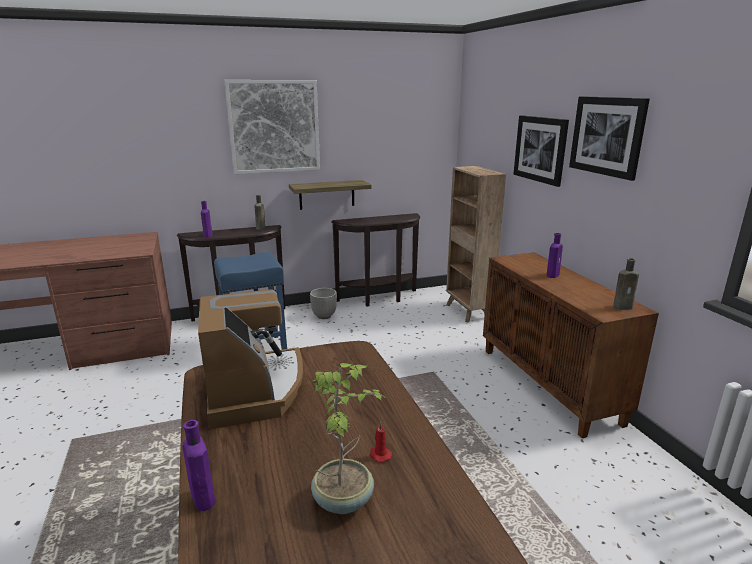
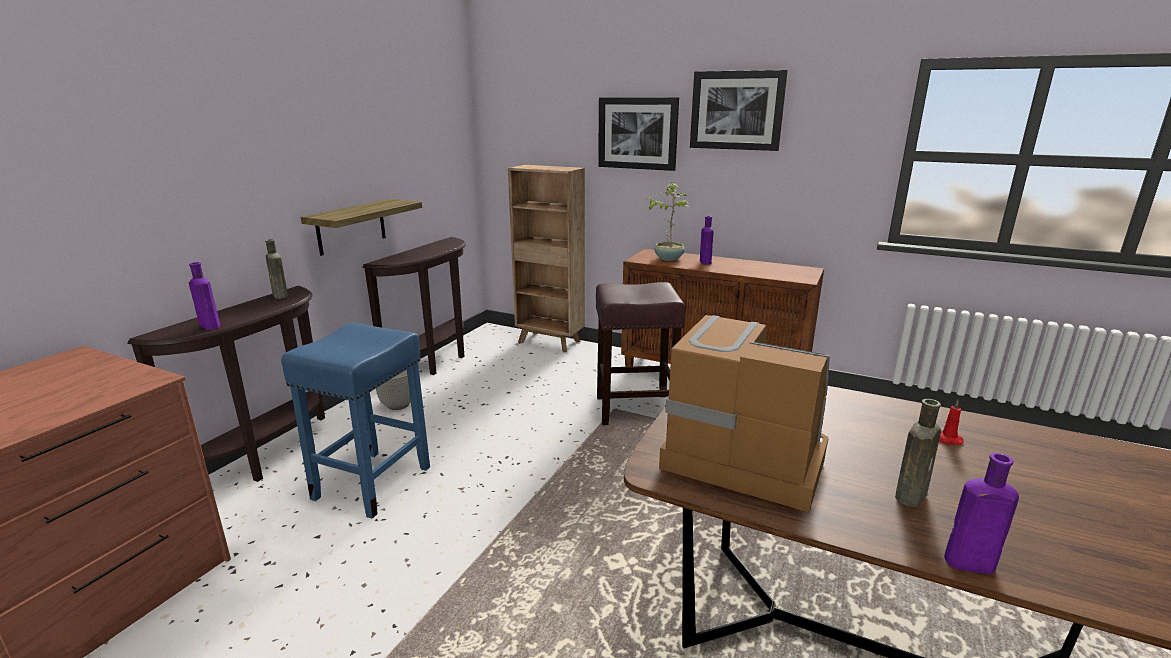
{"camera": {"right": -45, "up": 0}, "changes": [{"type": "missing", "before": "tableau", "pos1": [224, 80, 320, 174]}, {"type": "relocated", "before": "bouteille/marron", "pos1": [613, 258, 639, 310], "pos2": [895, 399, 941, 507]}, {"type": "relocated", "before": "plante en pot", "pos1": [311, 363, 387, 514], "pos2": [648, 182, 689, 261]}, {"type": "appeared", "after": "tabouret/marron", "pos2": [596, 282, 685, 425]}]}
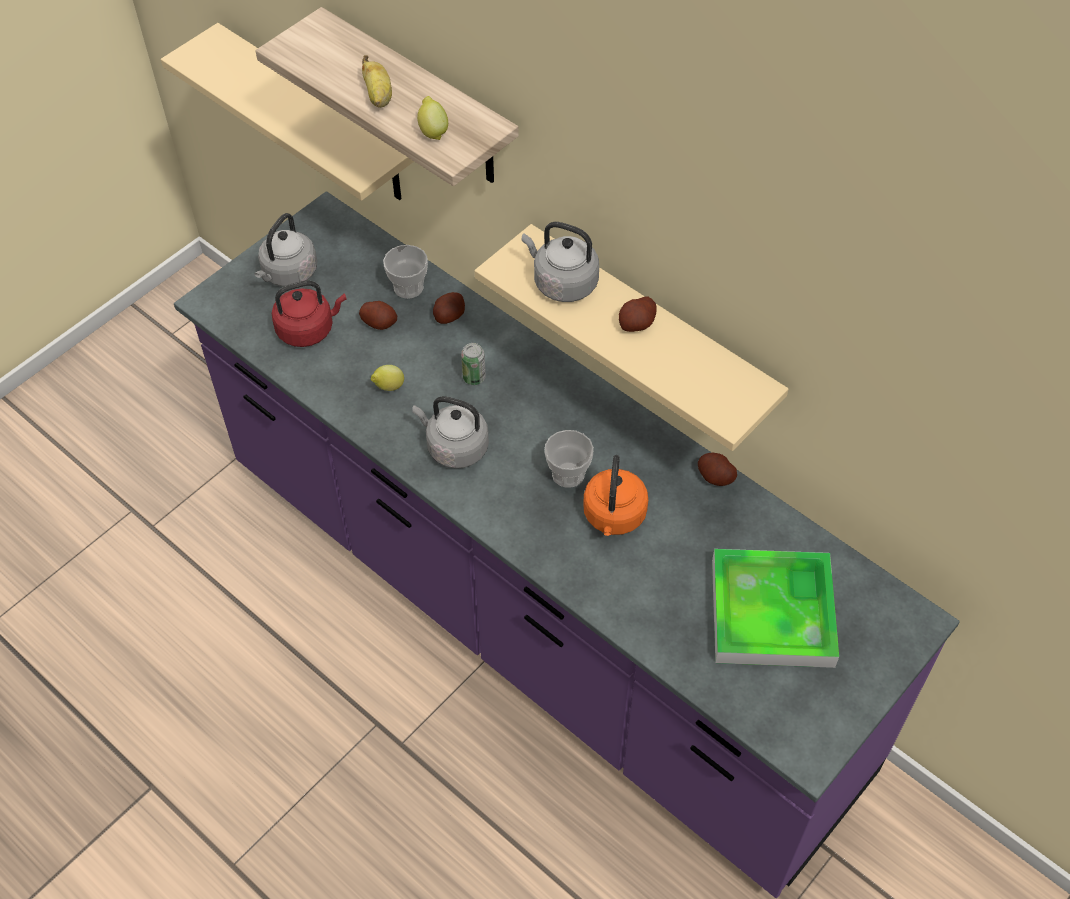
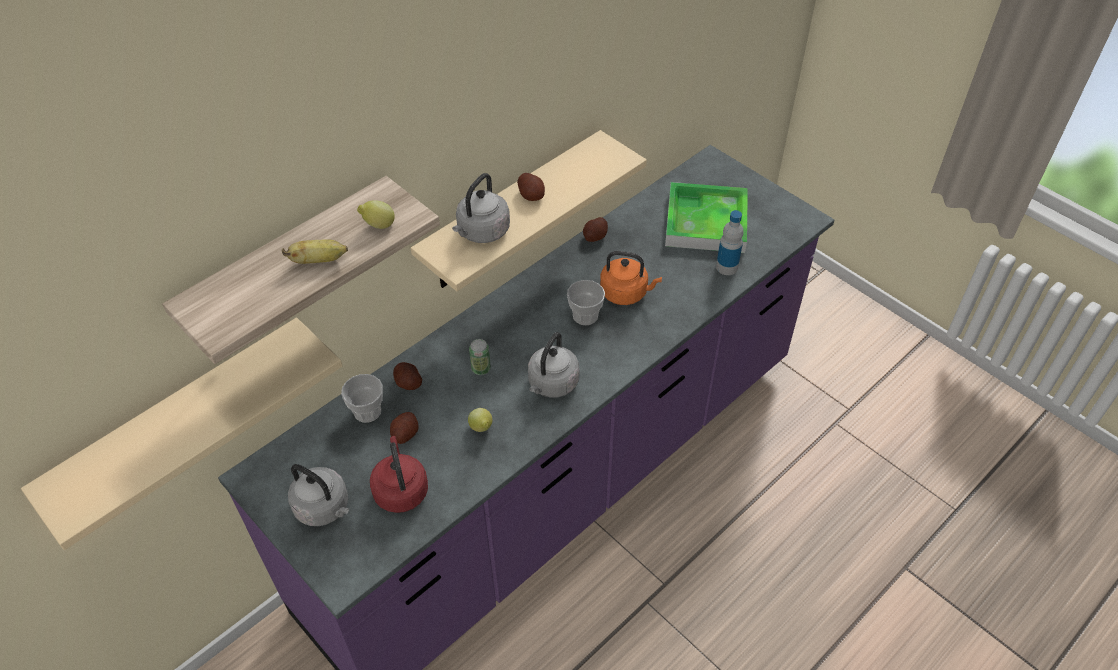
{"camera": {"right": -85, "up": -5}, "changes": [{"type": "appeared", "after": "bouteille", "pos2": [716, 210, 743, 275]}]}
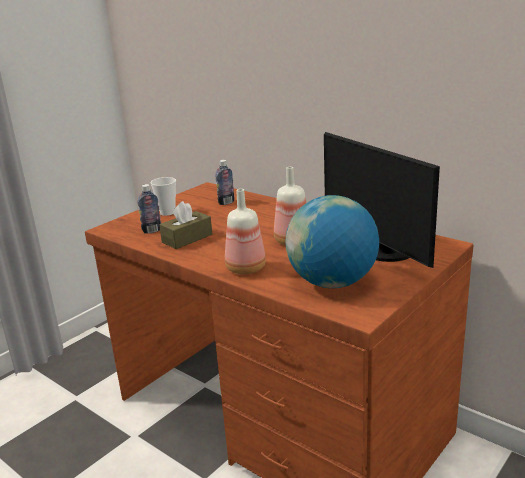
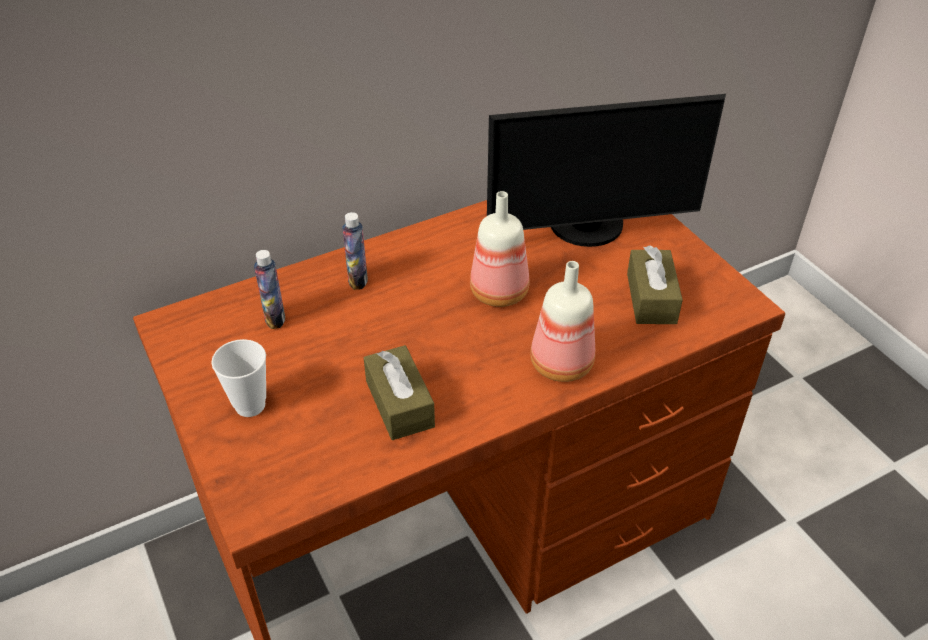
{"camera": {"right": -70, "up": 20}, "changes": [{"type": "relocated", "before": "bouteille", "pos1": [138, 184, 162, 233], "pos2": [342, 212, 368, 290]}, {"type": "exchanged", "before": "globe", "after": "boîte à mouchoirs/marron", "pos1": [285, 195, 379, 288], "pos2": [627, 245, 683, 324]}]}
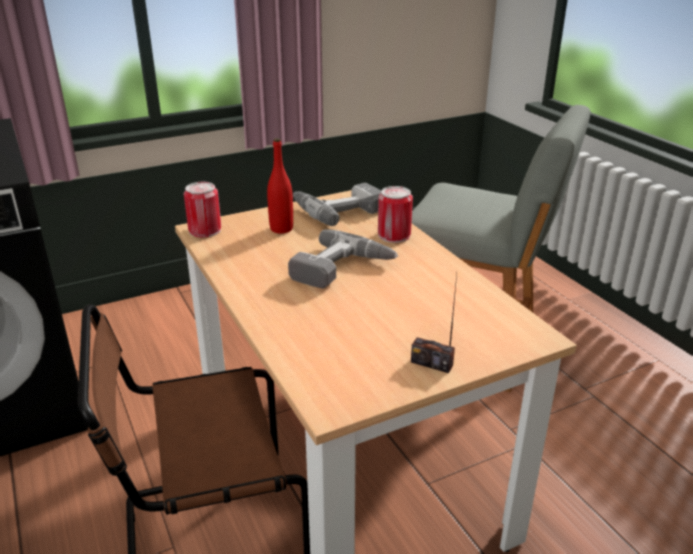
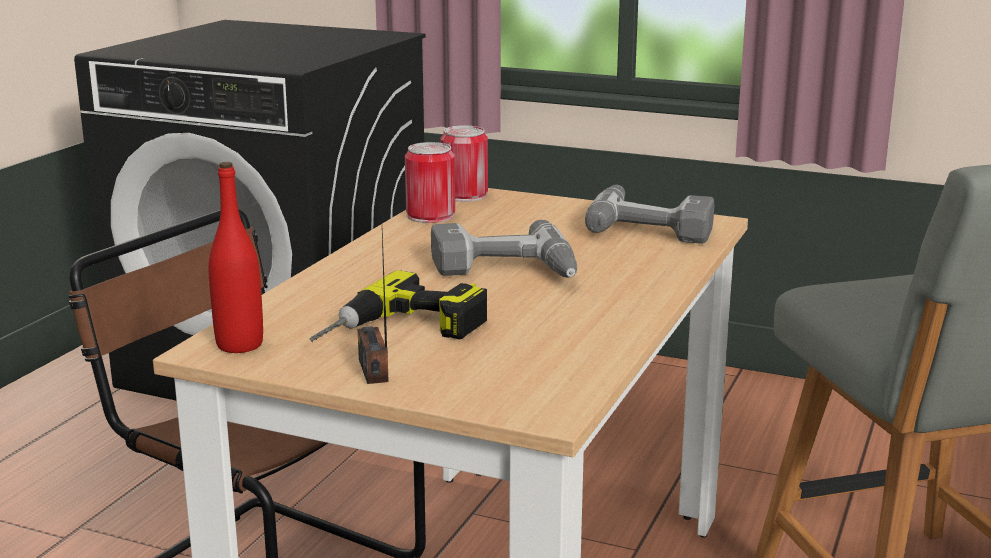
{"camera": {"right": 50, "up": -10}, "changes": [{"type": "relocated", "before": "bouteille/rouge", "pos1": [267, 138, 293, 233], "pos2": [208, 162, 263, 353]}, {"type": "relocated", "before": "boîte métallique", "pos1": [378, 186, 413, 243], "pos2": [405, 142, 455, 223]}, {"type": "appeared", "after": "perceuse", "pos2": [310, 270, 487, 342]}]}
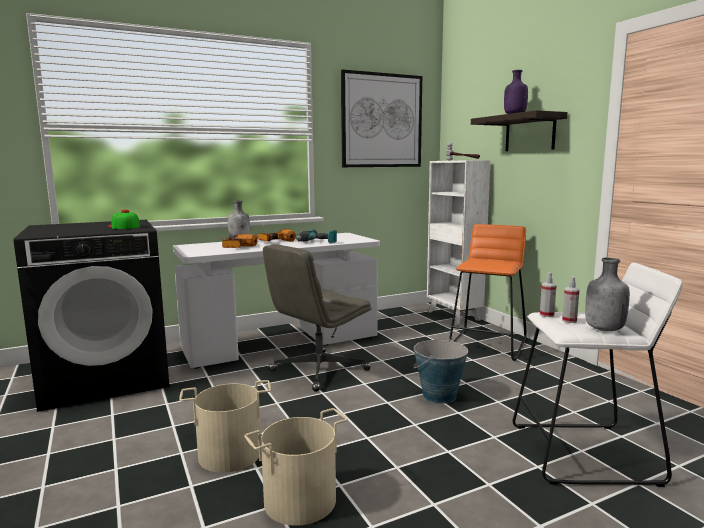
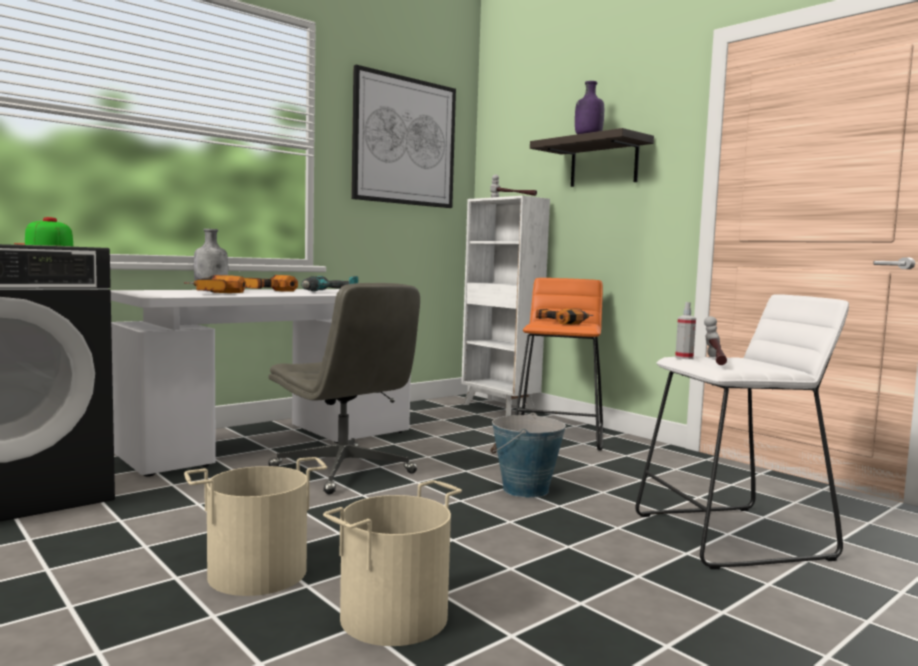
{"camera": {"right": -15, "up": -5}, "changes": [{"type": "spun", "before": "chaise de bureau/gris", "pos1": [263, 244, 371, 392], "pos2": [268, 283, 420, 495], "turn": -75}, {"type": "missing", "before": "bouteille/gris", "pos1": [585, 258, 630, 331]}, {"type": "exchanged", "before": "vaporisateur", "after": "marteau", "pos1": [562, 276, 580, 323], "pos2": [704, 316, 727, 365]}, {"type": "appeared", "after": "perceuse", "pos2": [536, 308, 593, 325]}]}
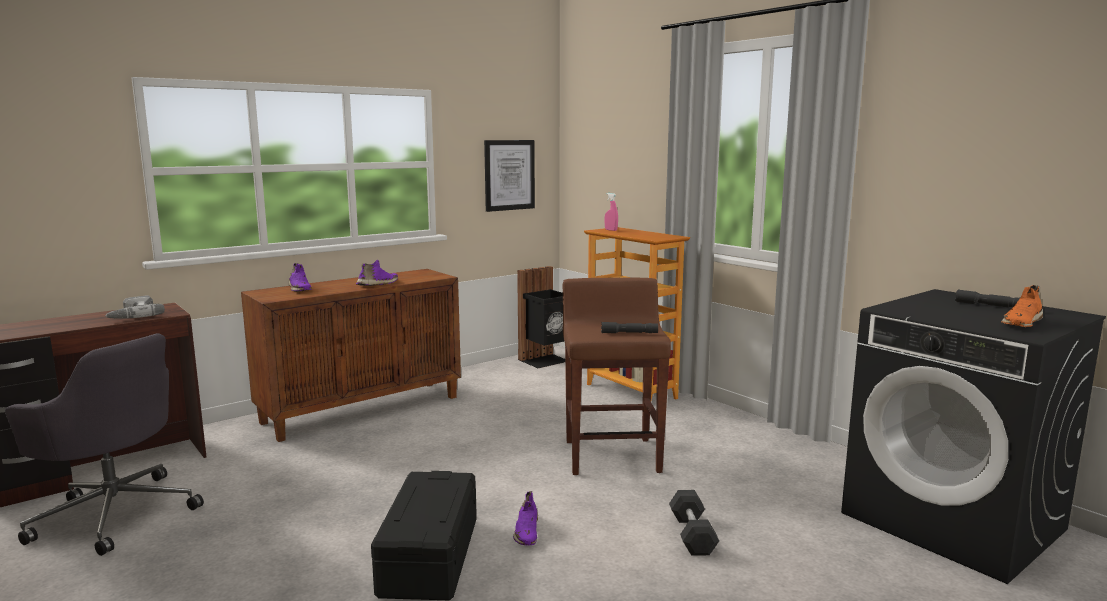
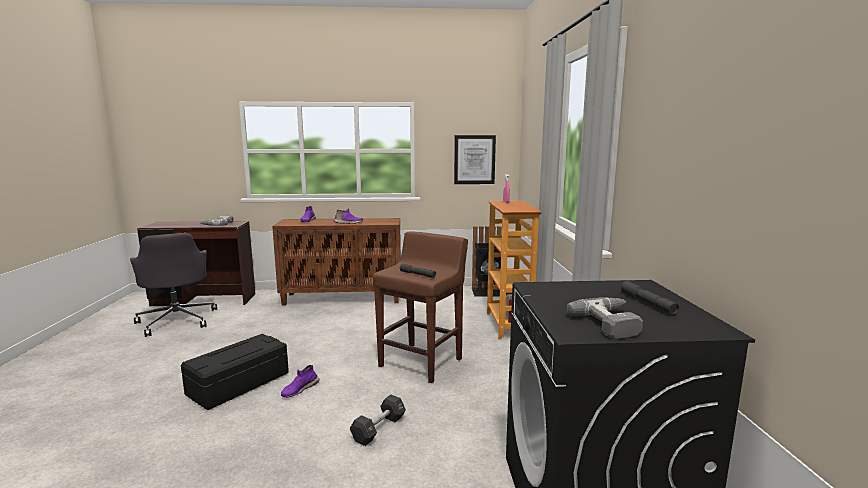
{"camera": {"right": 35, "up": 0}, "changes": [{"type": "exchanged", "before": "chaussure/orange", "after": "perceuse", "pos1": [1001, 285, 1043, 327], "pos2": [567, 297, 643, 339]}]}
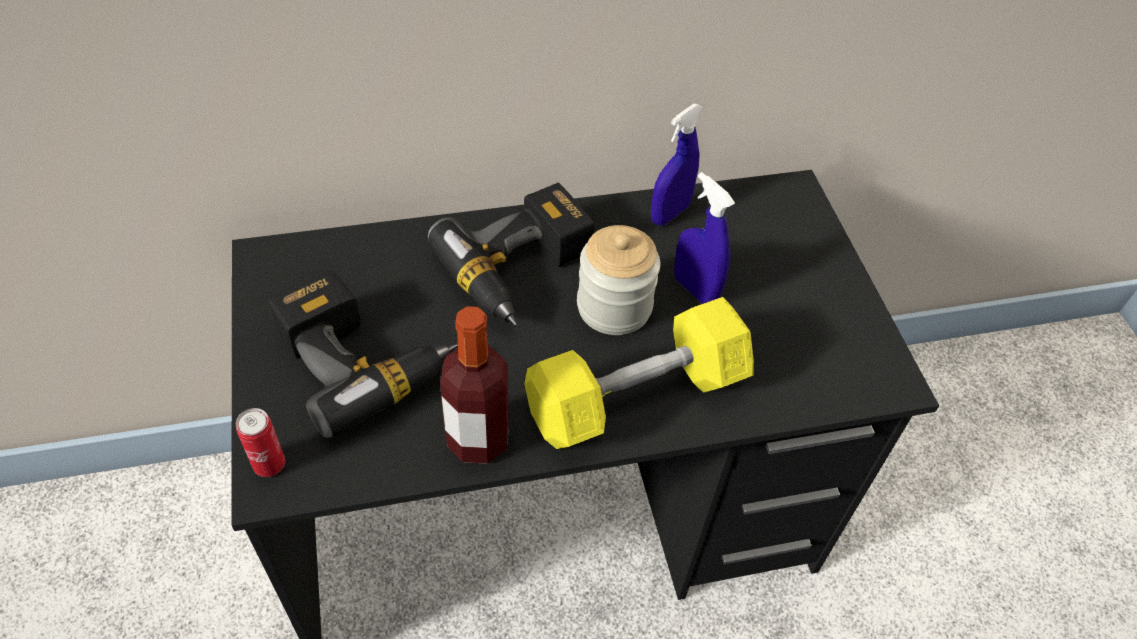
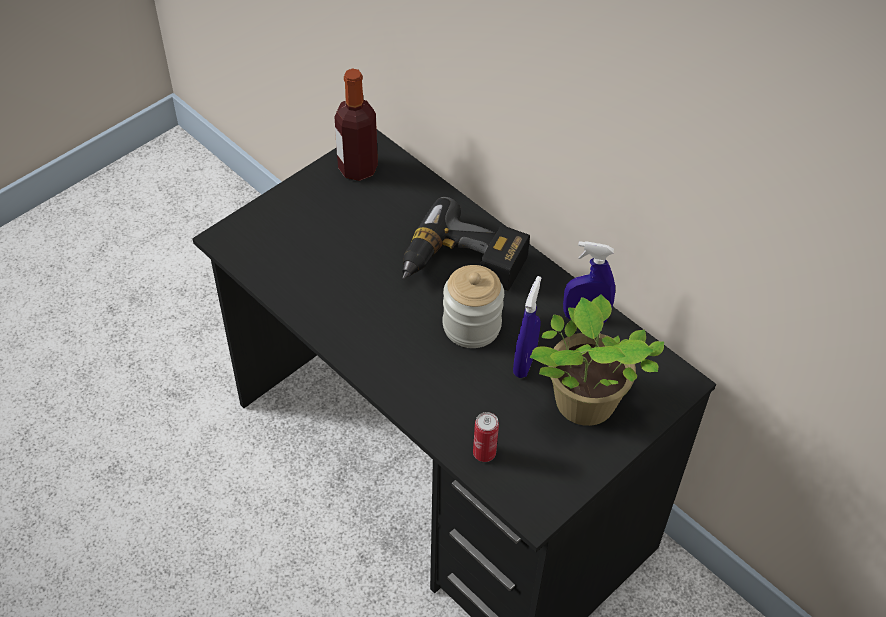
{"camera": {"right": 60, "up": 0}, "changes": [{"type": "missing", "before": "perceuse", "pos1": [268, 271, 458, 438]}, {"type": "missing", "before": "haltère/jaune", "pos1": [524, 297, 754, 449]}, {"type": "relocated", "before": "bouteille", "pos1": [440, 306, 509, 464], "pos2": [334, 68, 378, 181]}, {"type": "relocated", "before": "boîte métallique", "pos1": [236, 408, 285, 477], "pos2": [473, 412, 499, 462]}, {"type": "appeared", "after": "plante en pot", "pos2": [530, 294, 664, 426]}]}
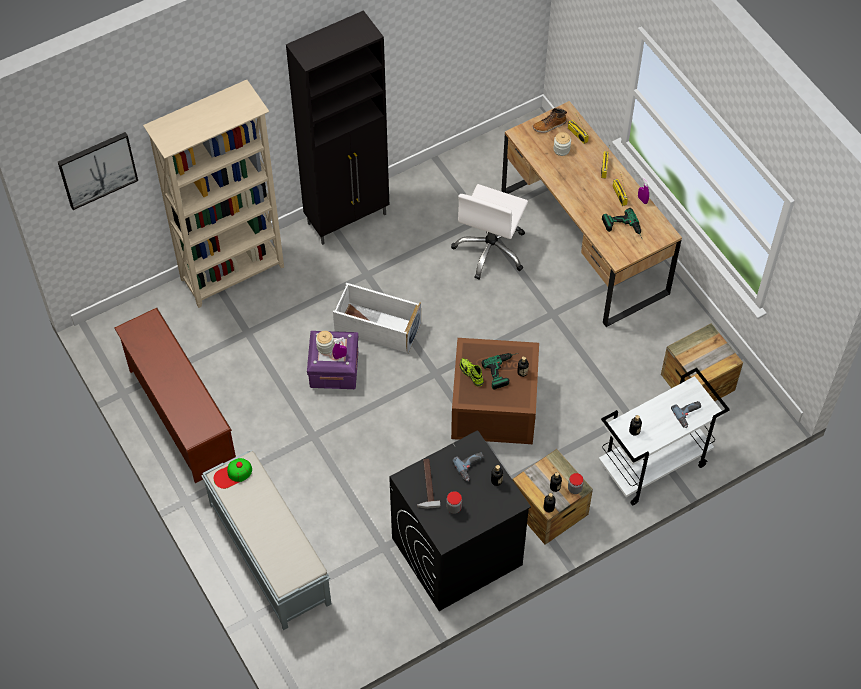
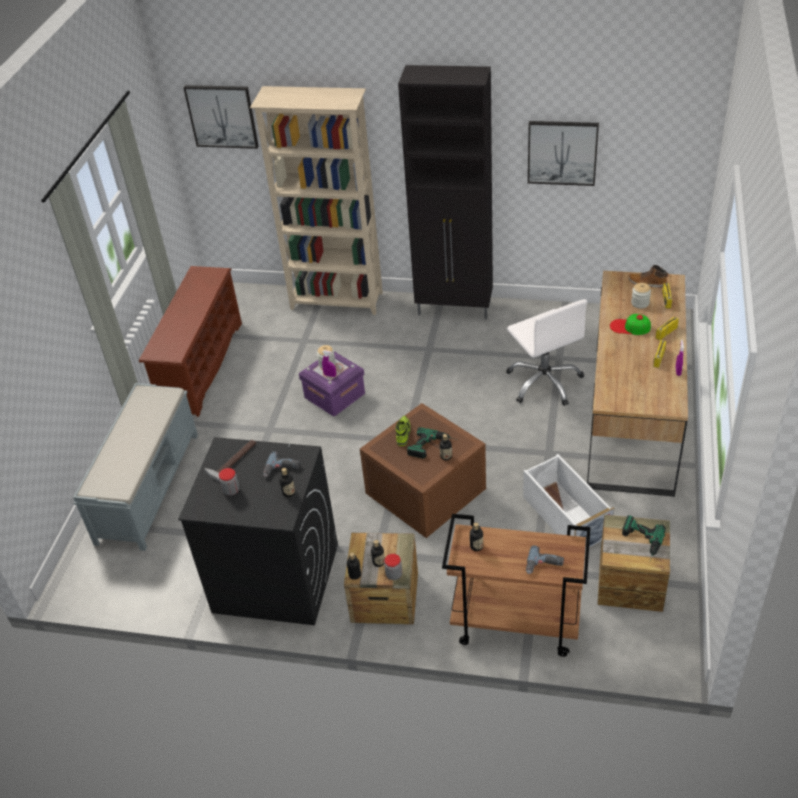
{"camera": {"right": 45, "up": -15}, "changes": [{"type": "spun", "before": "chaise de bureau/blanc", "pos1": [451, 184, 528, 280], "pos2": [506, 299, 587, 406], "turn": -90}, {"type": "relocated", "before": "perceuse", "pos1": [602, 208, 643, 240], "pos2": [622, 515, 666, 561]}, {"type": "relocated", "before": "boîte de rangement/blanc", "pos1": [333, 283, 421, 355], "pos2": [523, 454, 614, 550]}, {"type": "colour", "before": "chariot/blanc", "after": "chariot/marron", "pos1": [599, 368, 730, 506], "pos2": [442, 514, 590, 657]}, {"type": "relocated", "before": "casquette", "pos1": [214, 458, 252, 489], "pos2": [610, 314, 651, 335]}, {"type": "appeared", "after": "tableau", "pos2": [528, 121, 599, 186]}]}
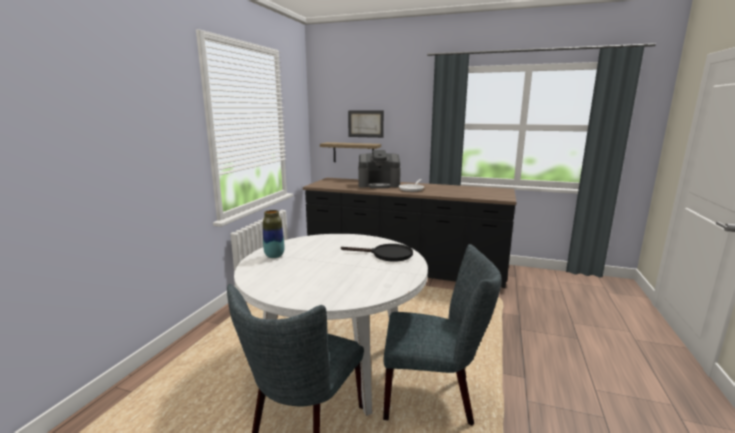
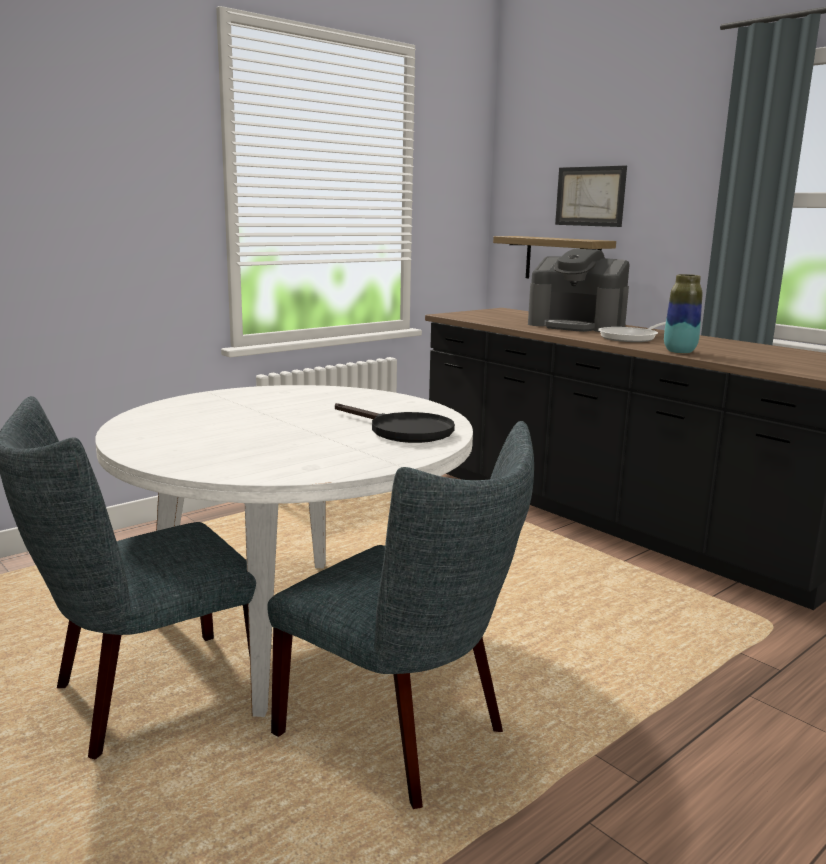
{"camera": {"right": 30, "up": 0}, "changes": [{"type": "relocated", "before": "vase", "pos1": [263, 210, 285, 258], "pos2": [664, 274, 702, 354]}]}
